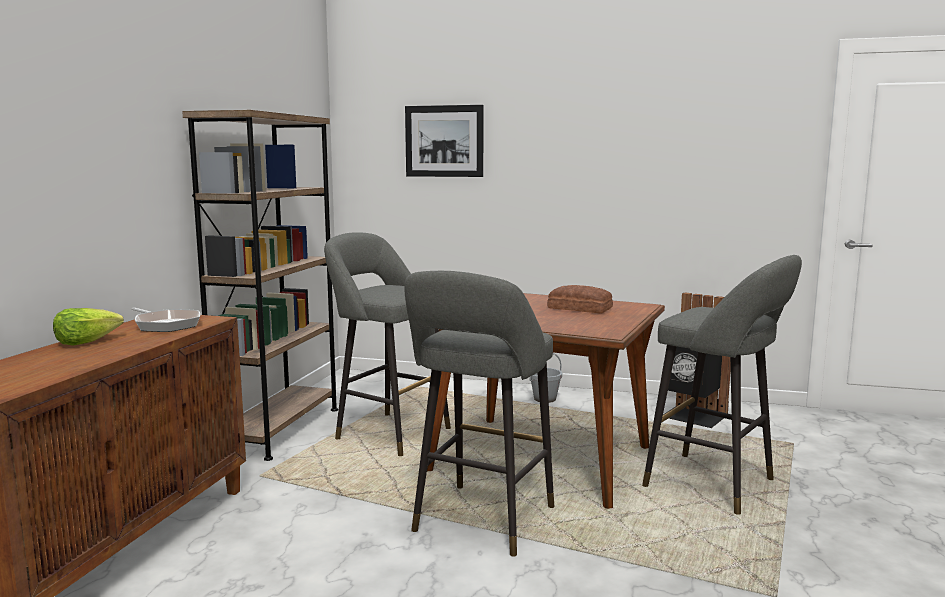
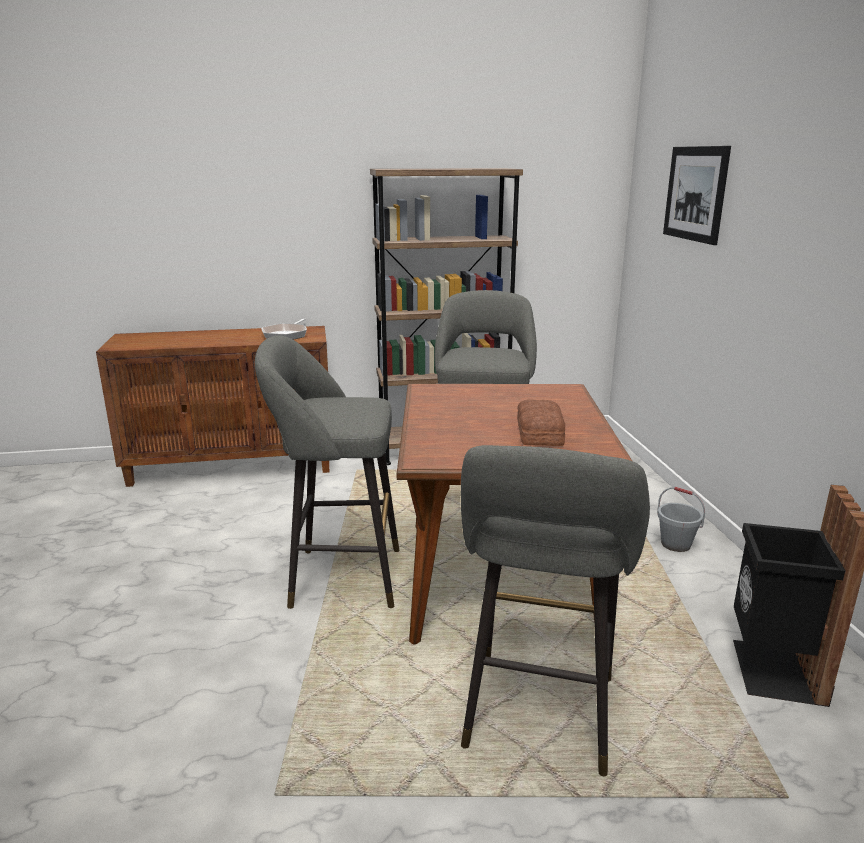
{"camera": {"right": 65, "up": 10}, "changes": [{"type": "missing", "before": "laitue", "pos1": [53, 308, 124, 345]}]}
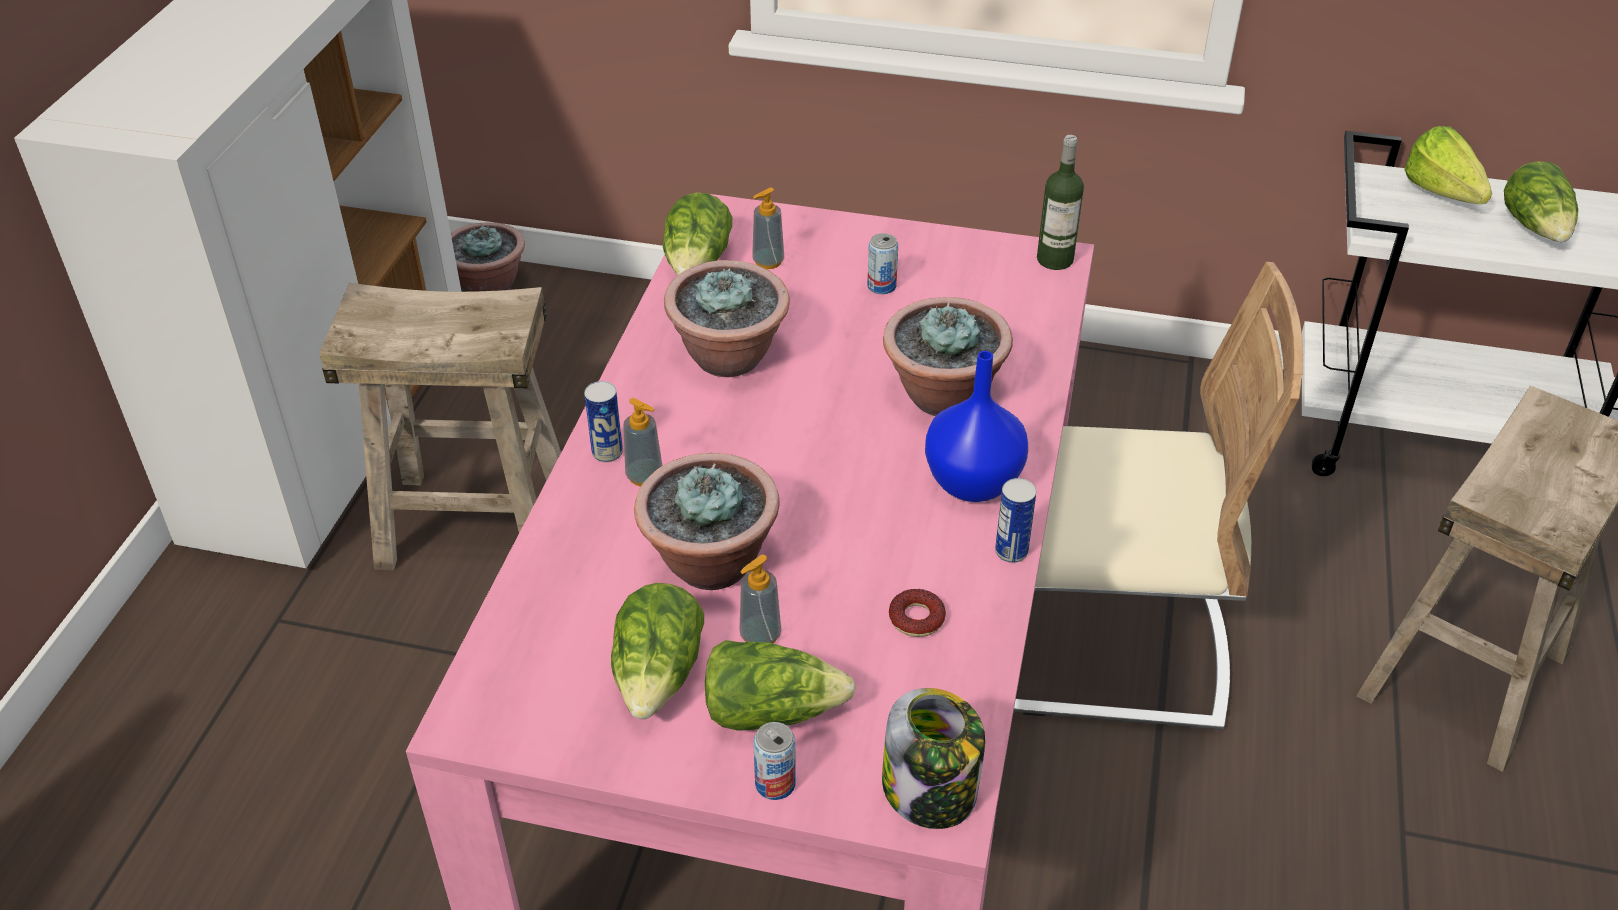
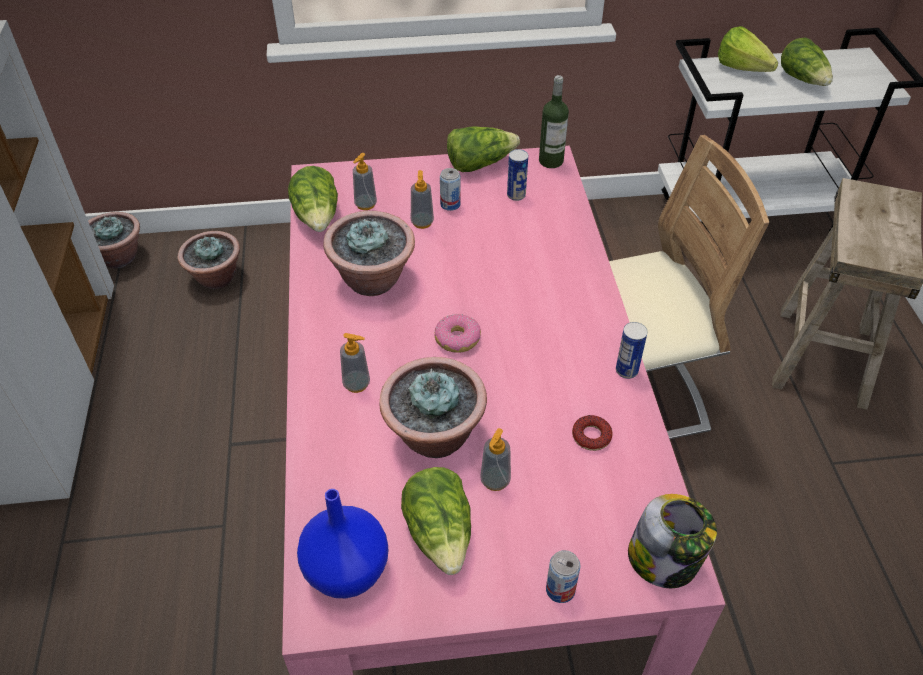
{"camera": {"right": -20, "up": 5}, "changes": [{"type": "missing", "before": "tabouret/beige", "pos1": [319, 283, 561, 570]}, {"type": "relocated", "before": "plante en pot", "pos1": [883, 297, 1013, 416], "pos2": [178, 231, 240, 289]}, {"type": "relocated", "before": "vase/bleu", "pos1": [925, 351, 1028, 502], "pos2": [297, 489, 388, 598]}, {"type": "relocated", "before": "boîte métallique", "pos1": [584, 381, 623, 462], "pos2": [507, 149, 528, 201]}, {"type": "relocated", "before": "laitue", "pos1": [705, 640, 856, 731], "pos2": [447, 126, 520, 172]}, {"type": "appeared", "after": "distributeur de savon", "pos2": [411, 170, 434, 229]}, {"type": "appeared", "after": "beignet", "pos2": [434, 314, 481, 353]}]}
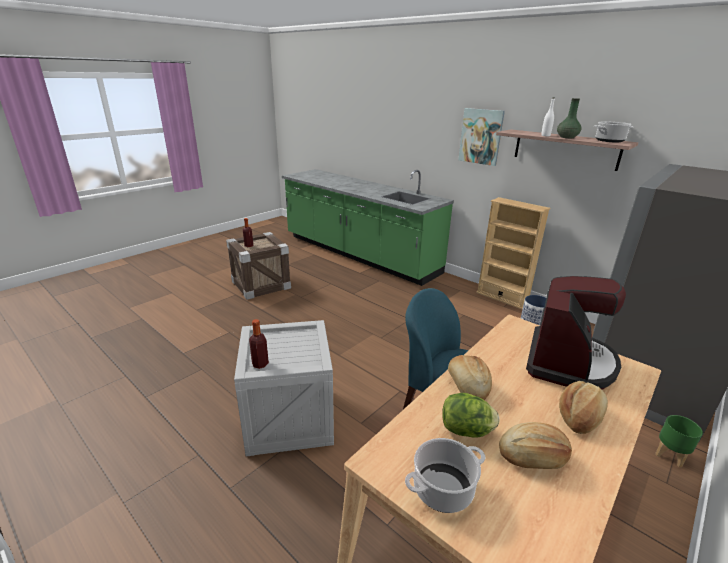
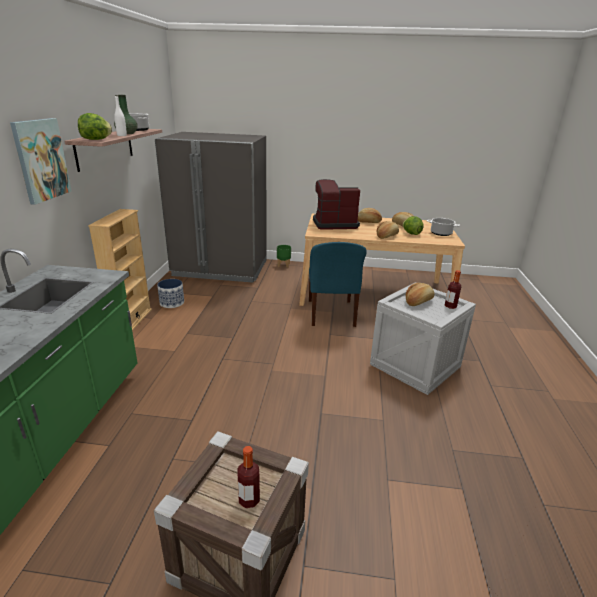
{"camera": {"right": -125, "up": 0}, "changes": [{"type": "appeared", "after": "laitue", "pos2": [78, 113, 112, 140]}, {"type": "appeared", "after": "pain", "pos2": [406, 283, 435, 306]}]}
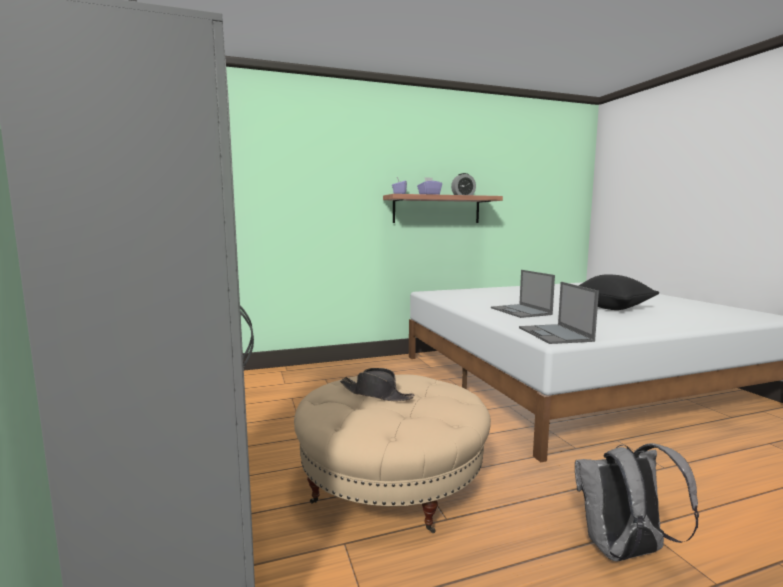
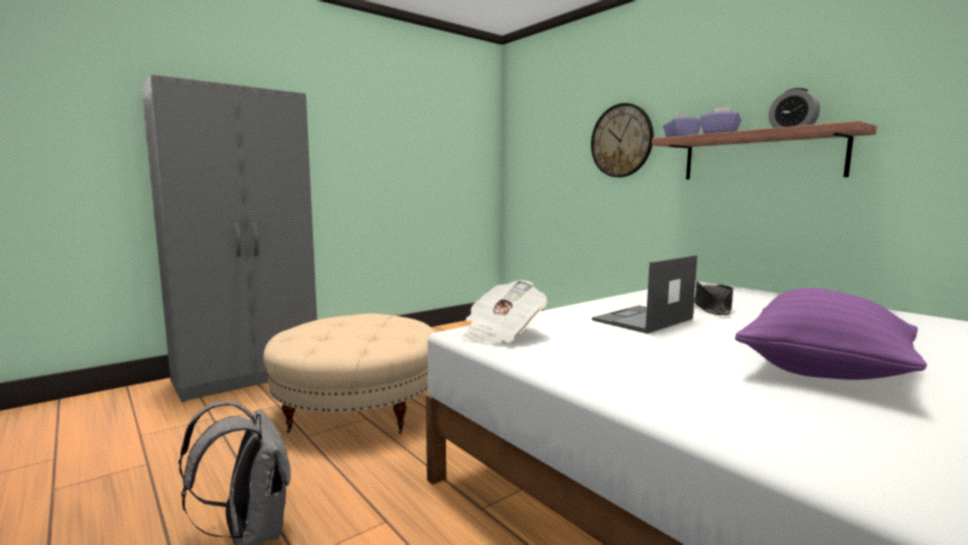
{"camera": {"right": 70, "up": 0}, "changes": [{"type": "colour", "before": "coussin/noir", "after": "coussin/violet", "pos1": [579, 274, 660, 310], "pos2": [735, 288, 927, 380]}, {"type": "exchanged", "before": "ordinateur portable", "after": "journal", "pos1": [519, 282, 599, 344], "pos2": [462, 280, 547, 343]}, {"type": "relocated", "before": "chapeau/noir", "pos1": [340, 368, 414, 401], "pos2": [694, 281, 733, 315]}, {"type": "appeared", "after": "horloge murale", "pos2": [591, 103, 654, 177]}]}
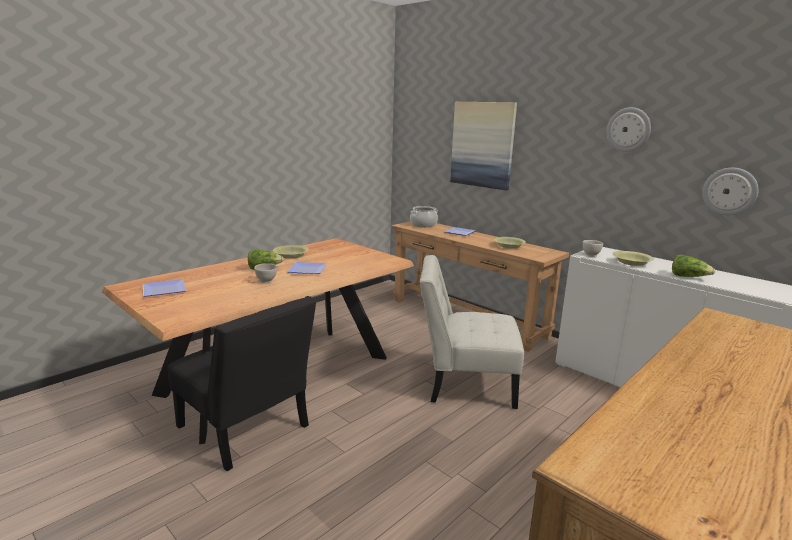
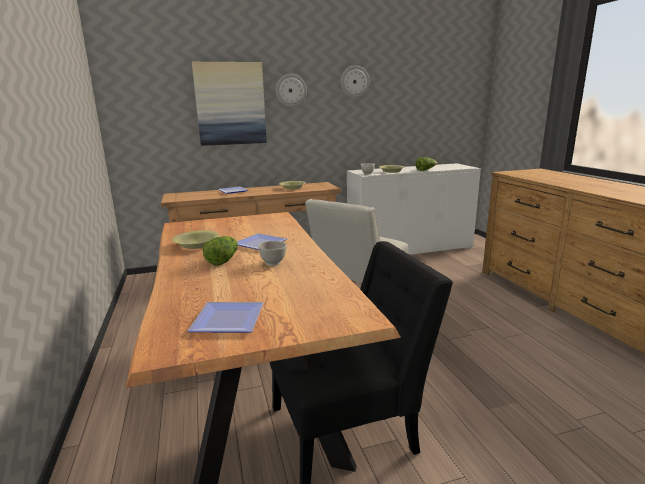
{"camera": {"right": -60, "up": 0}, "changes": [{"type": "relocated", "before": "horloge murale", "pos1": [702, 168, 759, 215], "pos2": [276, 74, 307, 108]}, {"type": "missing", "before": "marmite", "pos1": [410, 206, 438, 227]}]}
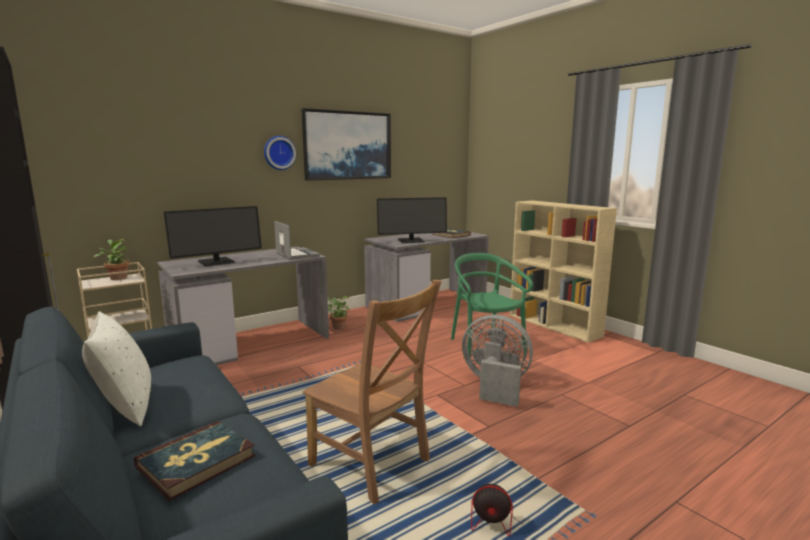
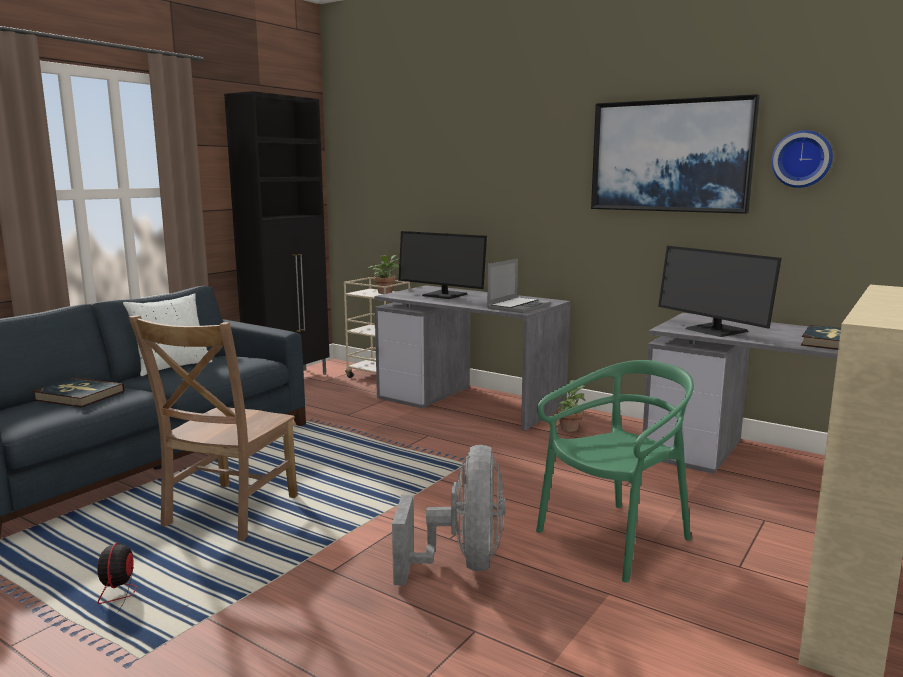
{"camera": {"right": 70, "up": 0}, "changes": [{"type": "relocated", "before": "horloge murale", "pos1": [264, 136, 296, 170], "pos2": [771, 130, 833, 188]}]}
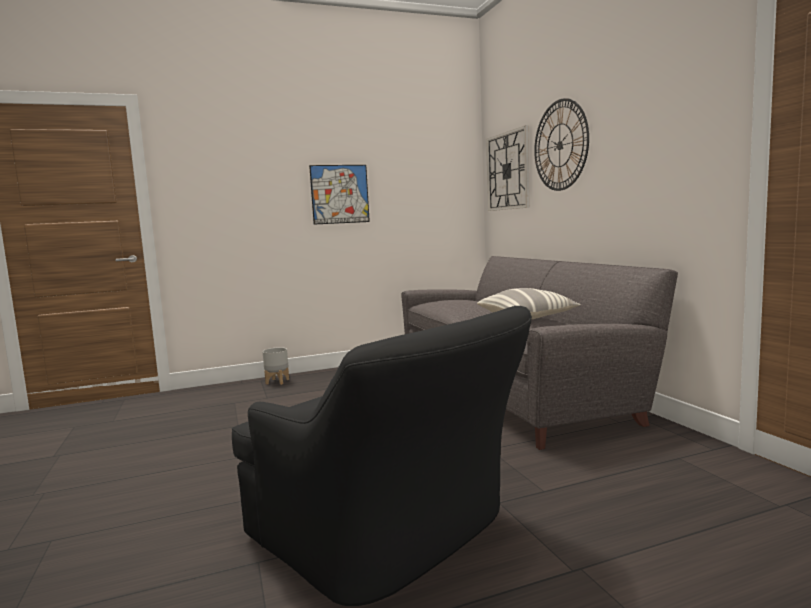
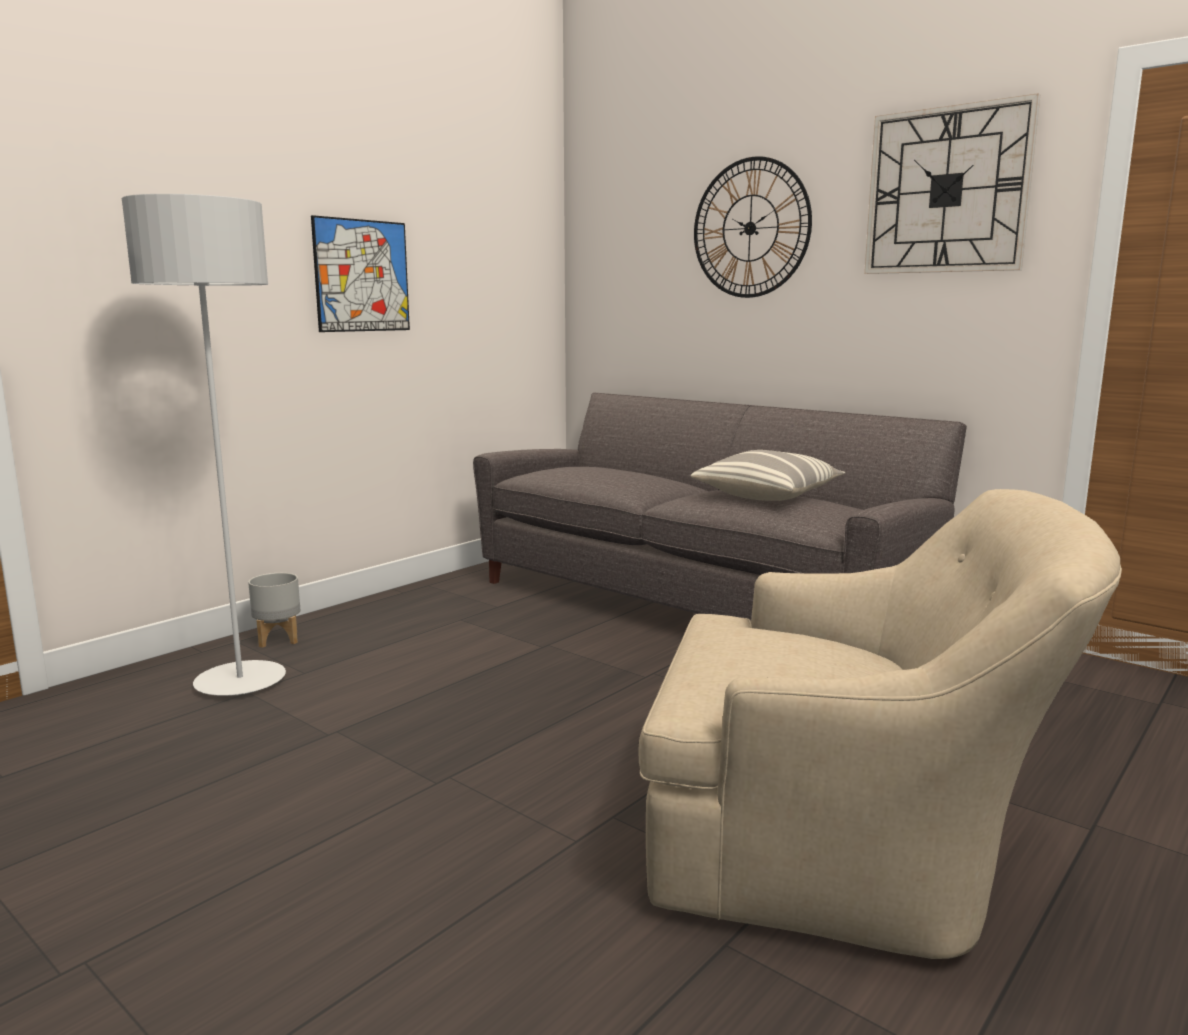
{"camera": {"right": -30, "up": 5}, "changes": [{"type": "relocated", "before": "horloge murale", "pos1": [486, 125, 530, 211], "pos2": [864, 93, 1040, 274]}, {"type": "colour", "before": "fauteuil/noir", "after": "fauteuil/beige", "pos1": [232, 306, 532, 606], "pos2": [638, 489, 1122, 959]}, {"type": "appeared", "after": "lampadaire/gris", "pos2": [122, 194, 286, 696]}]}
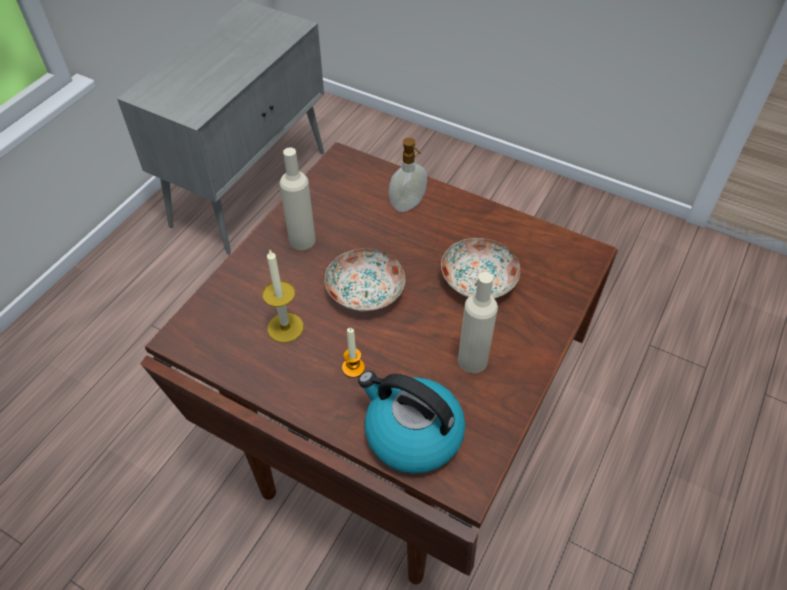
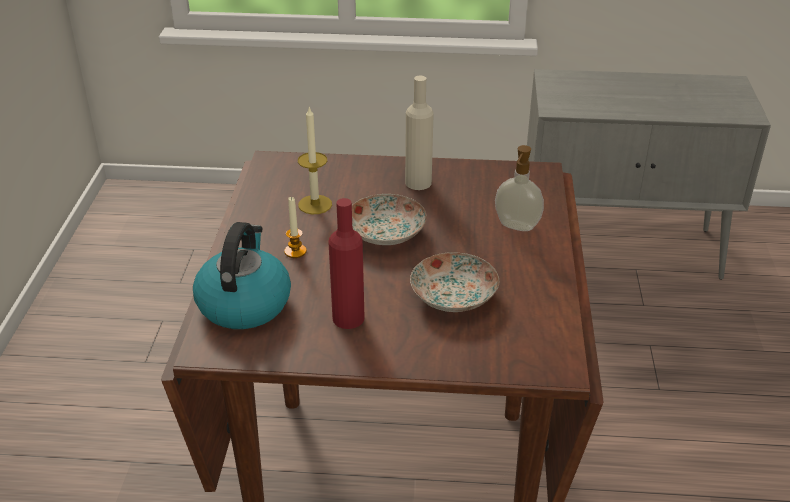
{"camera": {"right": 65, "up": -15}, "changes": [{"type": "colour", "before": "bouteille/beige", "after": "bouteille/rouge", "pos1": [458, 272, 498, 373], "pos2": [328, 198, 365, 329]}]}
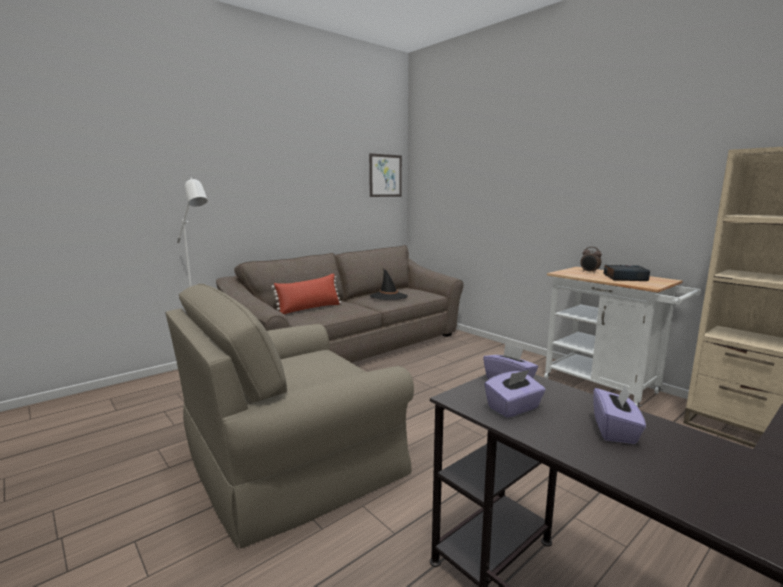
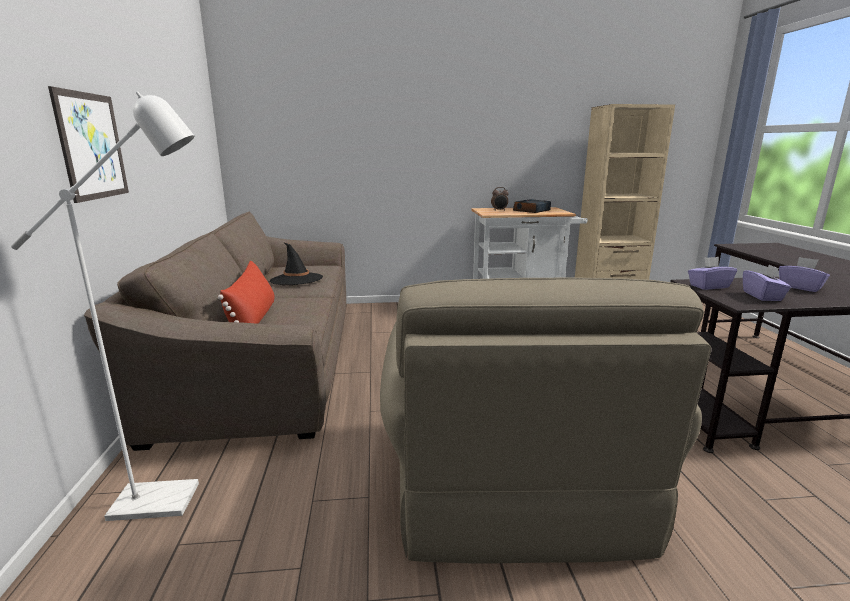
{"camera": {"right": -55, "up": 5}, "changes": [{"type": "relocated", "before": "tableau", "pos1": [369, 153, 402, 197], "pos2": [48, 86, 129, 203]}]}
